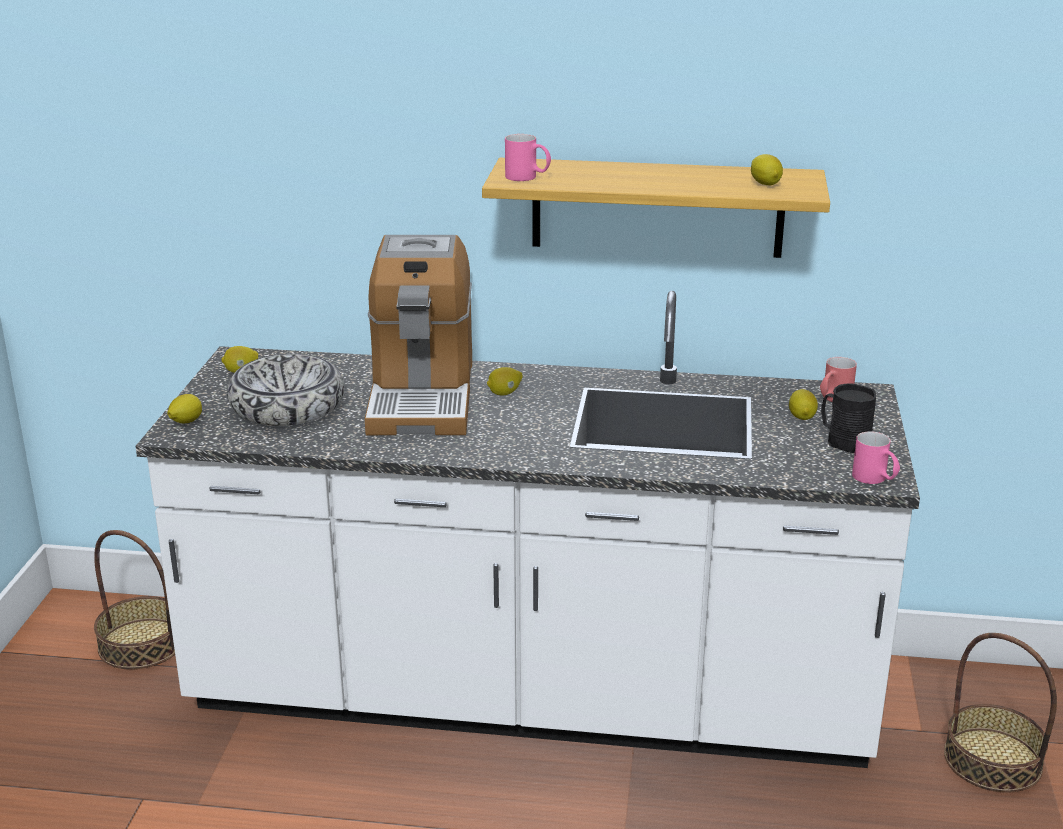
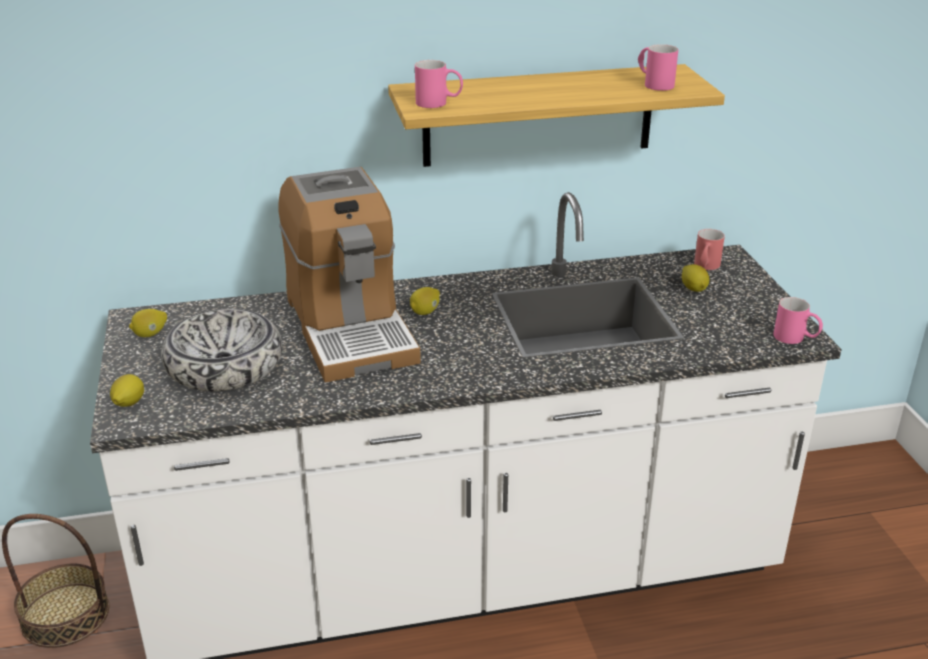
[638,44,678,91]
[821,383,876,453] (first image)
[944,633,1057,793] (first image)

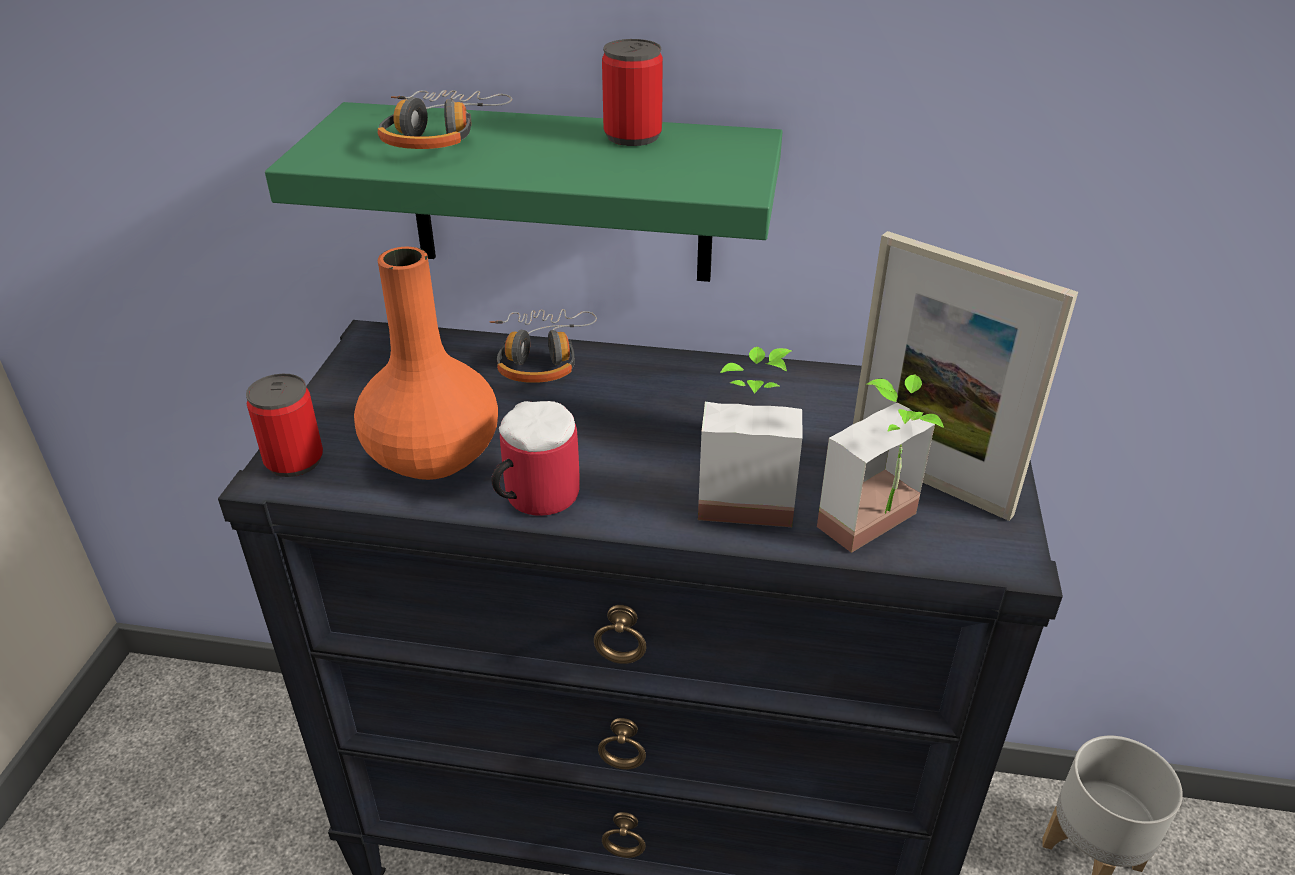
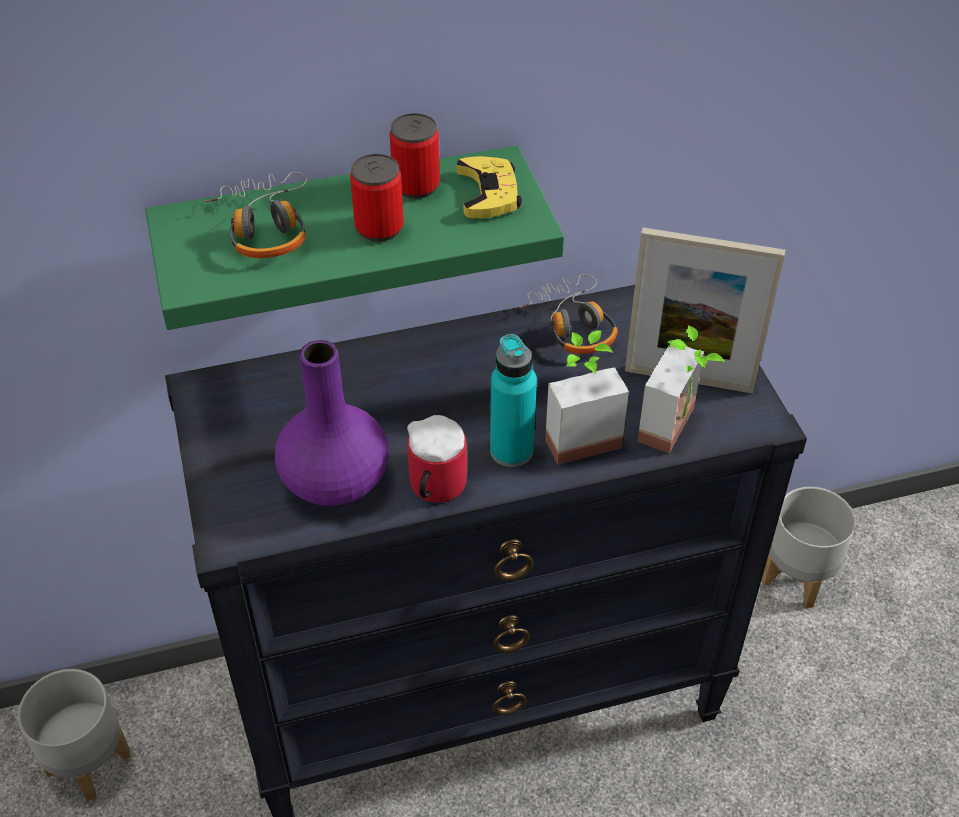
[275,340,389,506]
[519,274,618,354]
[350,154,404,242]
[457,156,522,219]
[490,334,537,467]
[18,669,131,801]

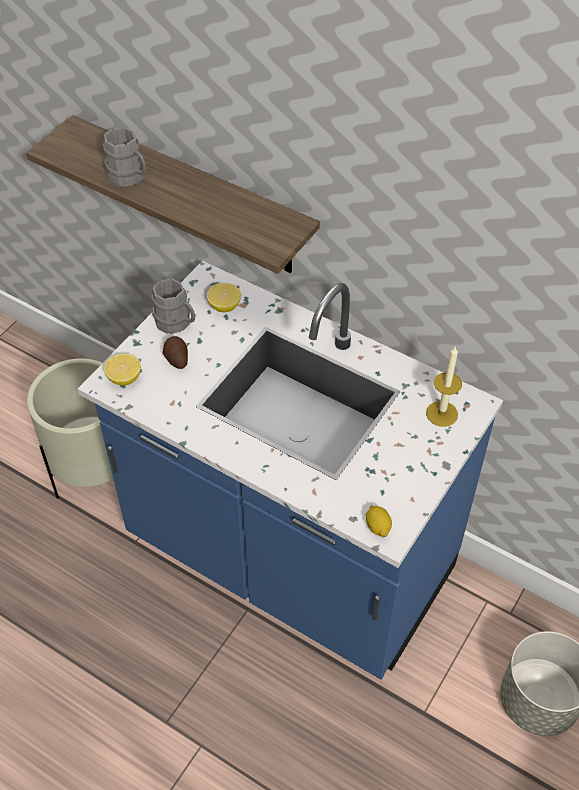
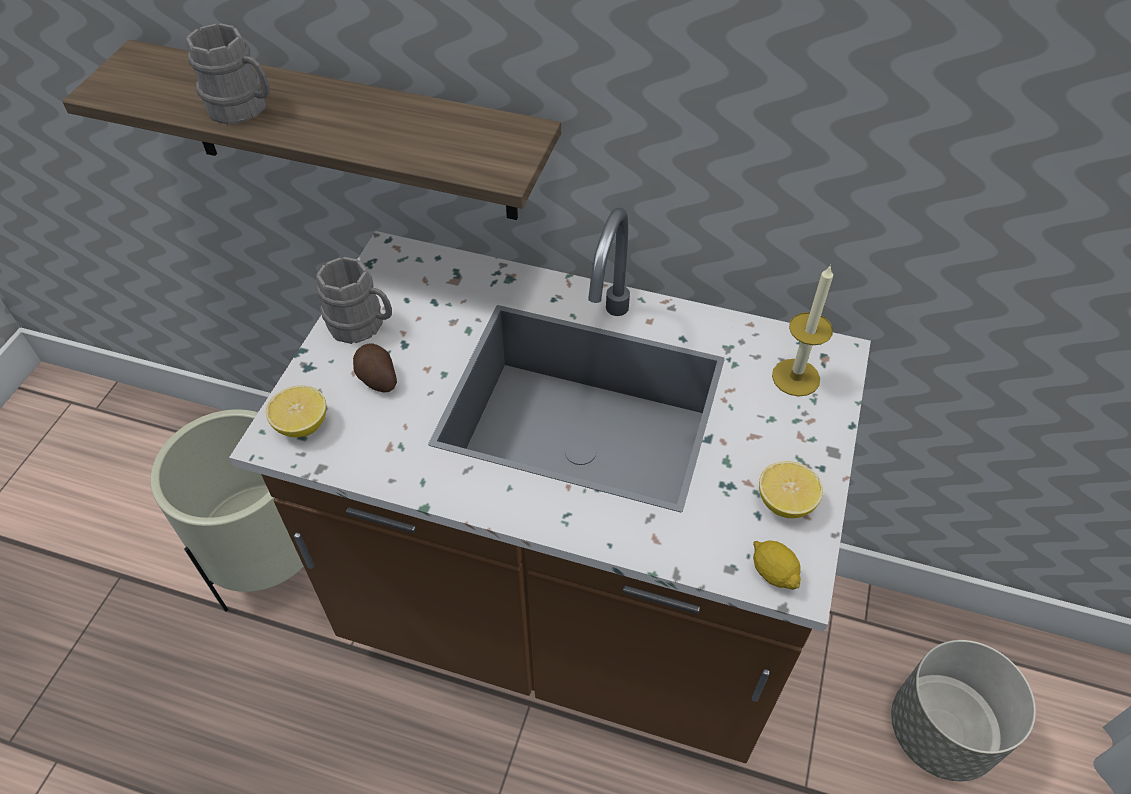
[229,207,871,763]
[759,461,823,518]

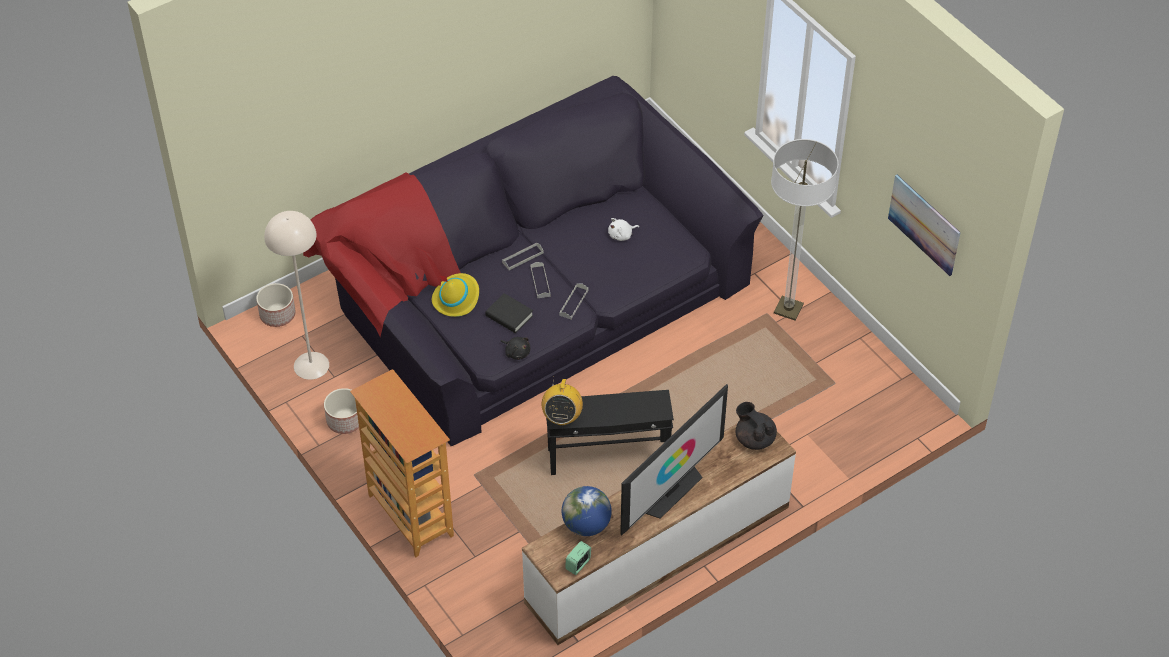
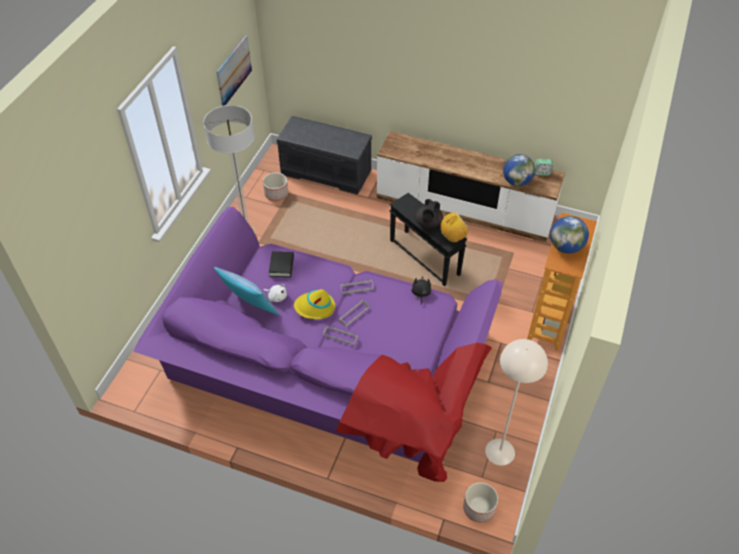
[133,207,503,482]
[294,289,335,319]
[269,251,294,277]
[620,384,728,535] (first image)
[263,173,288,201]
[415,199,443,228]
[277,116,372,195]
[550,216,589,253]
[214,267,280,315]

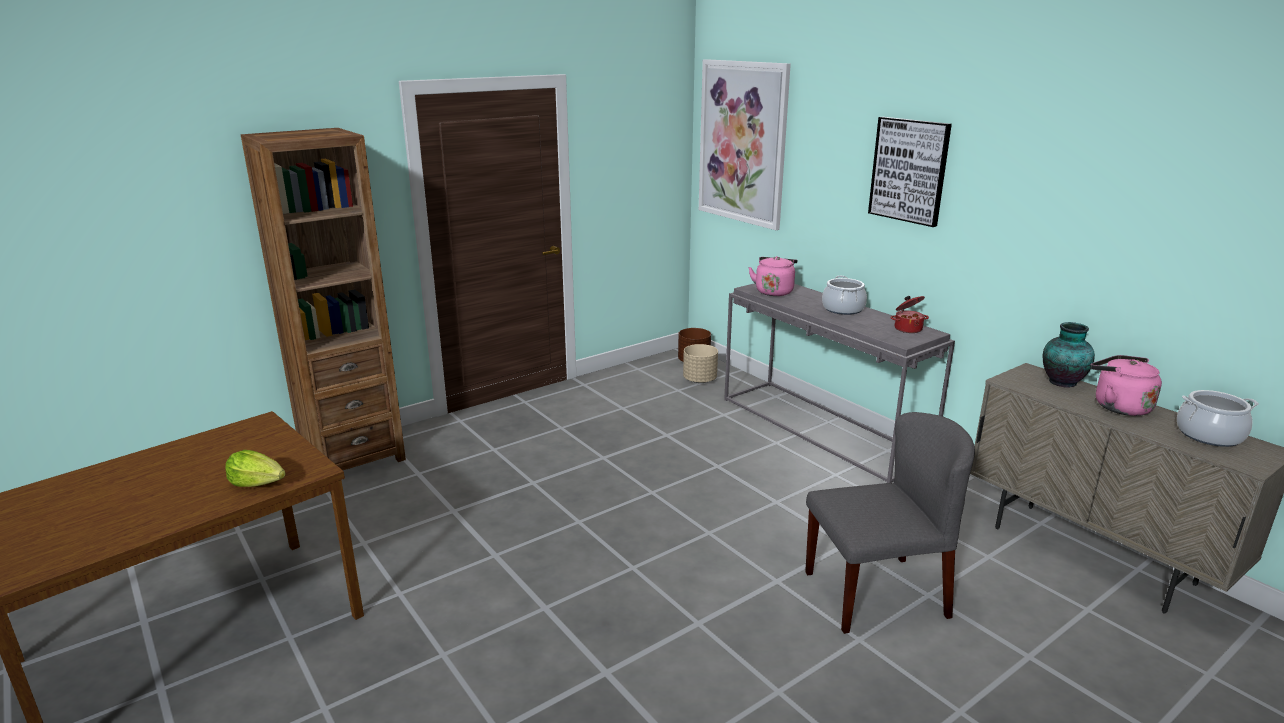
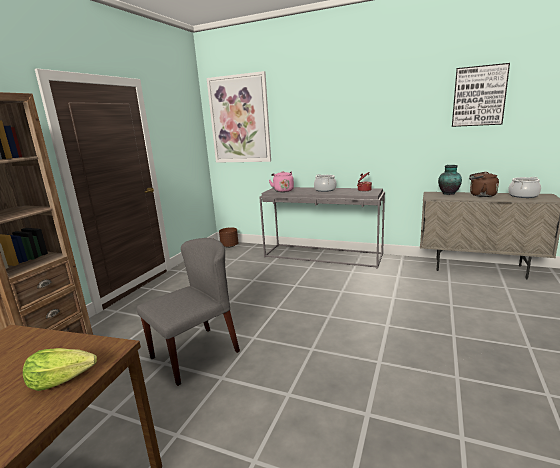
[452,63,510,127]
[683,344,718,383] (first image)
[469,172,499,197]
[137,238,240,386]

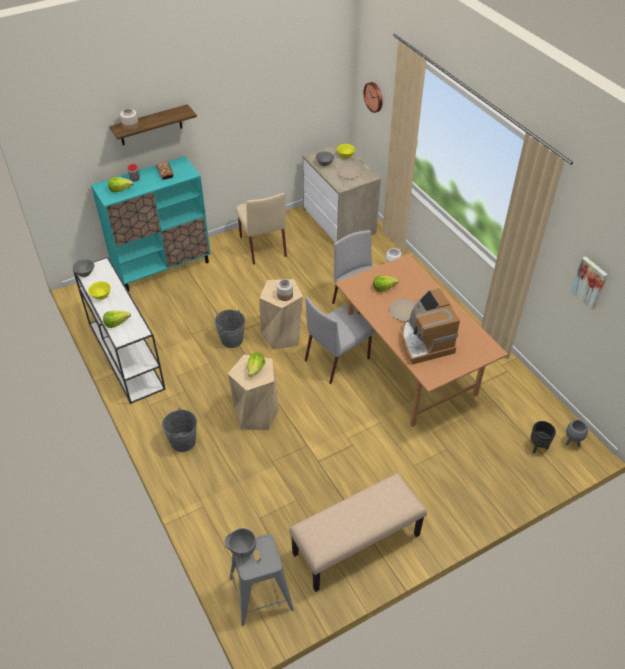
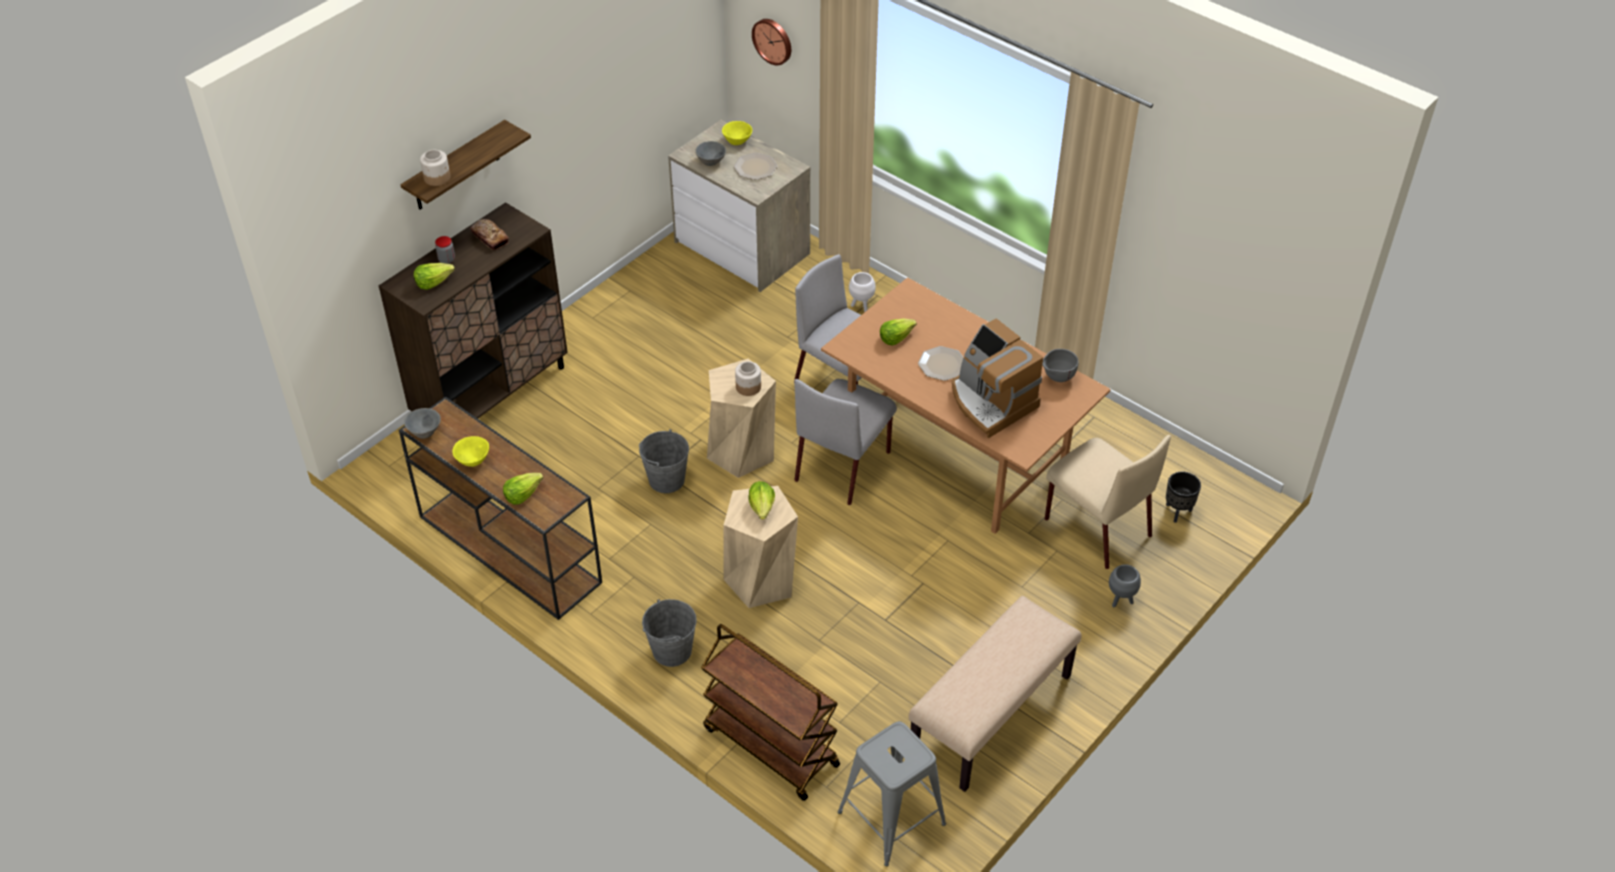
[379,202,568,419]
[1045,435,1171,569]
[571,256,608,310] (first image)
[399,397,602,620]
[1109,564,1141,607]
[1042,349,1079,382]
[701,624,840,801]

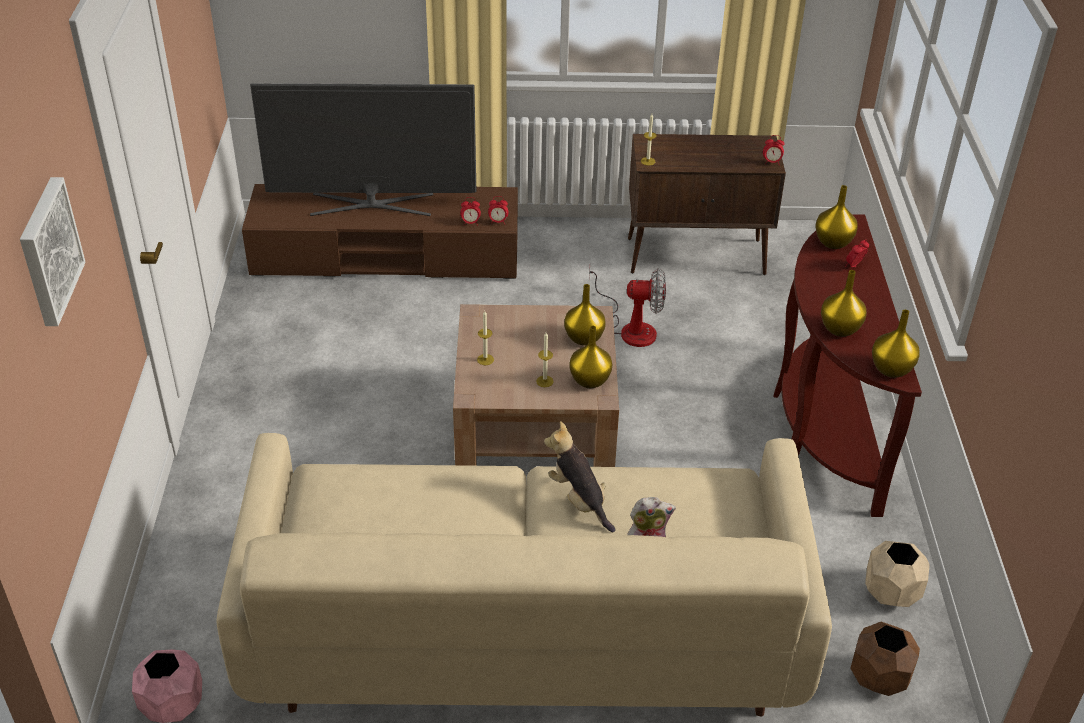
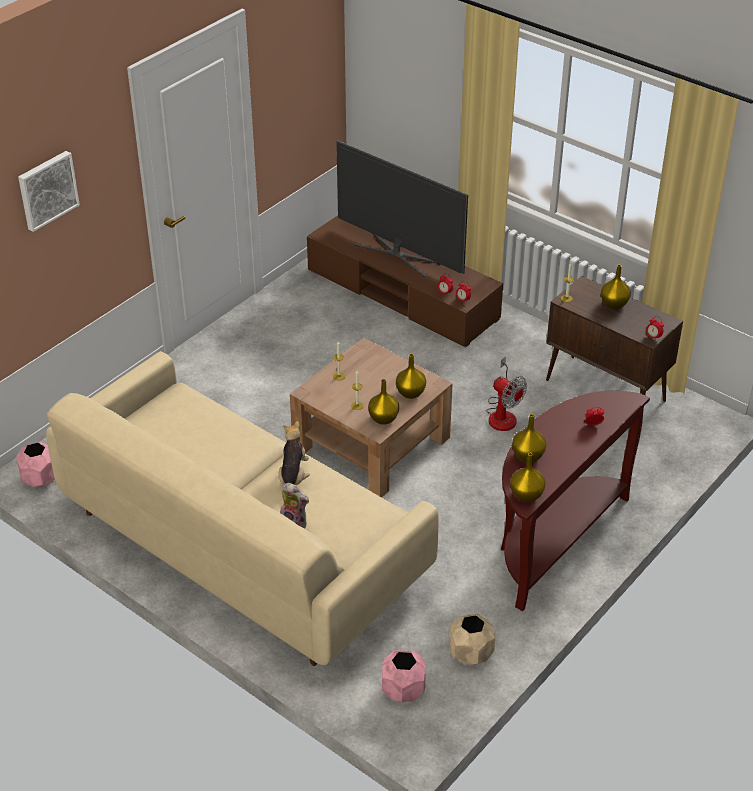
[601,265,631,309]
[382,650,426,702]

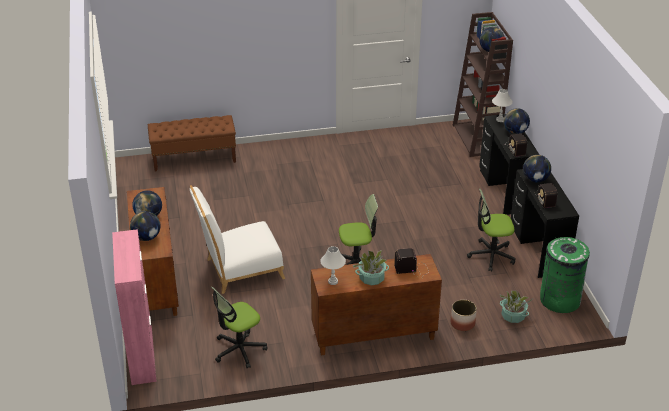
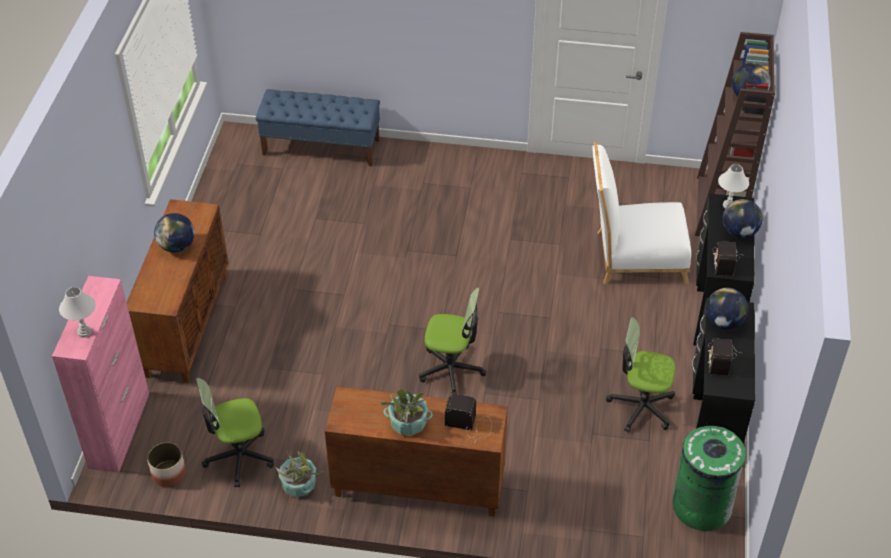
[256,89,380,166]
[593,142,691,284]
[130,211,161,241] (first image)
[59,287,96,338]
[276,450,323,497]
[147,442,186,487]

